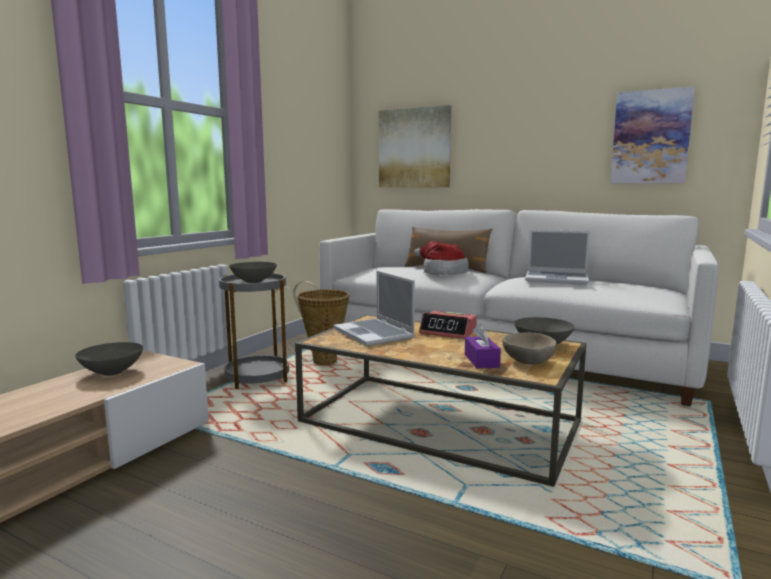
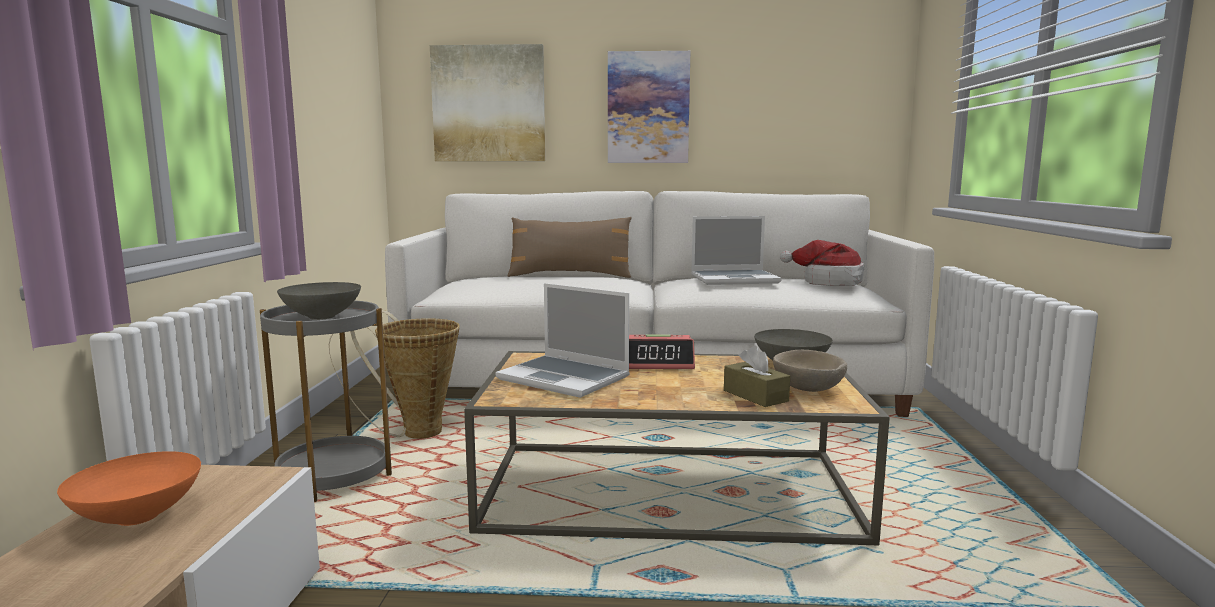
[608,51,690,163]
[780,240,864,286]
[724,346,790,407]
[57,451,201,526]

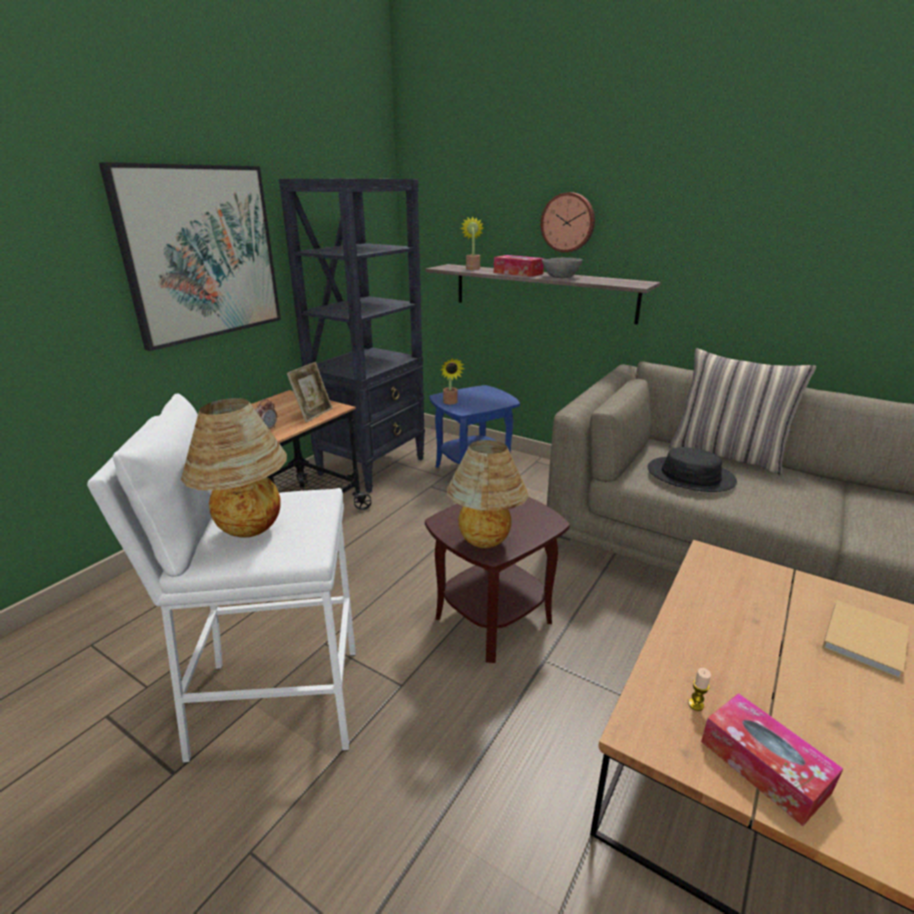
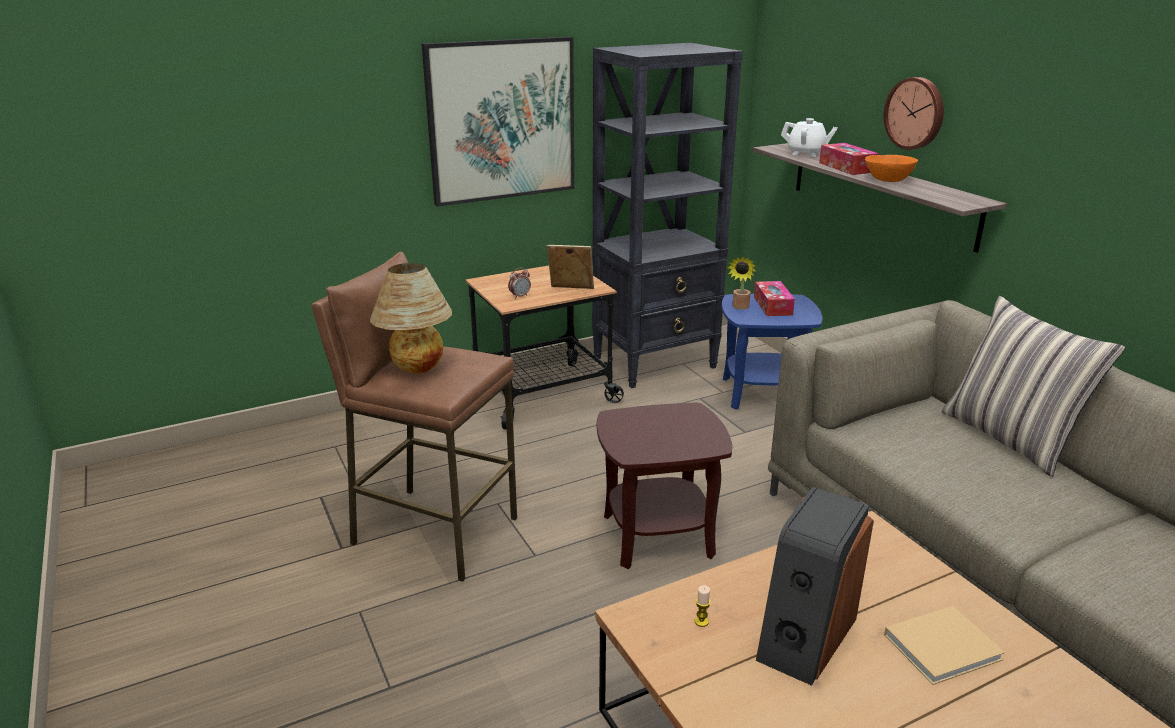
[781,118,838,157]
[865,155,918,182]
[547,245,594,289]
[312,252,517,582]
[447,440,528,548] (first image)
[648,447,737,492] (first image)
[754,281,795,316]
[756,487,874,686]

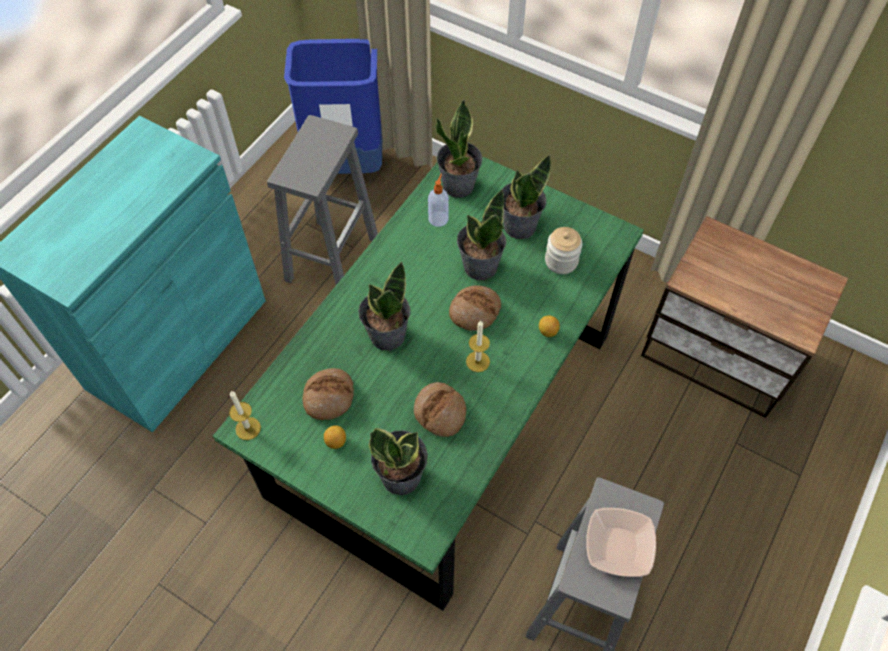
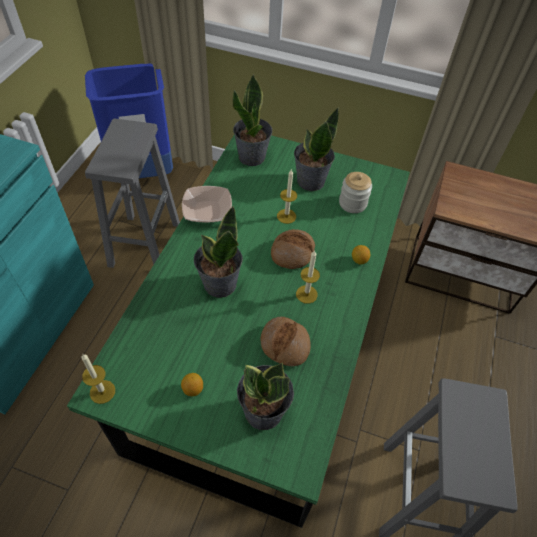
[428,174,449,227] (first image)
[277,170,297,224]
[303,368,354,420] (first image)
[182,186,232,223]

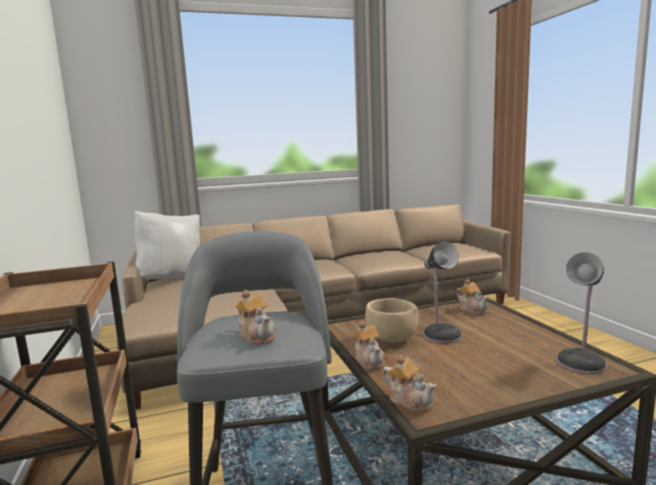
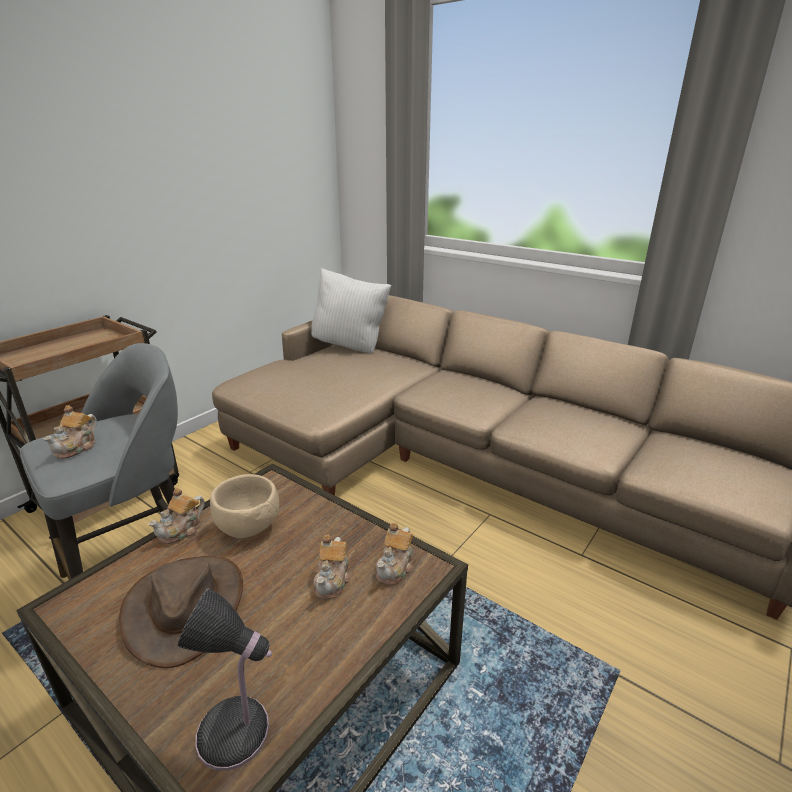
[423,241,462,343] (first image)
[313,535,351,599]
[119,556,243,668]

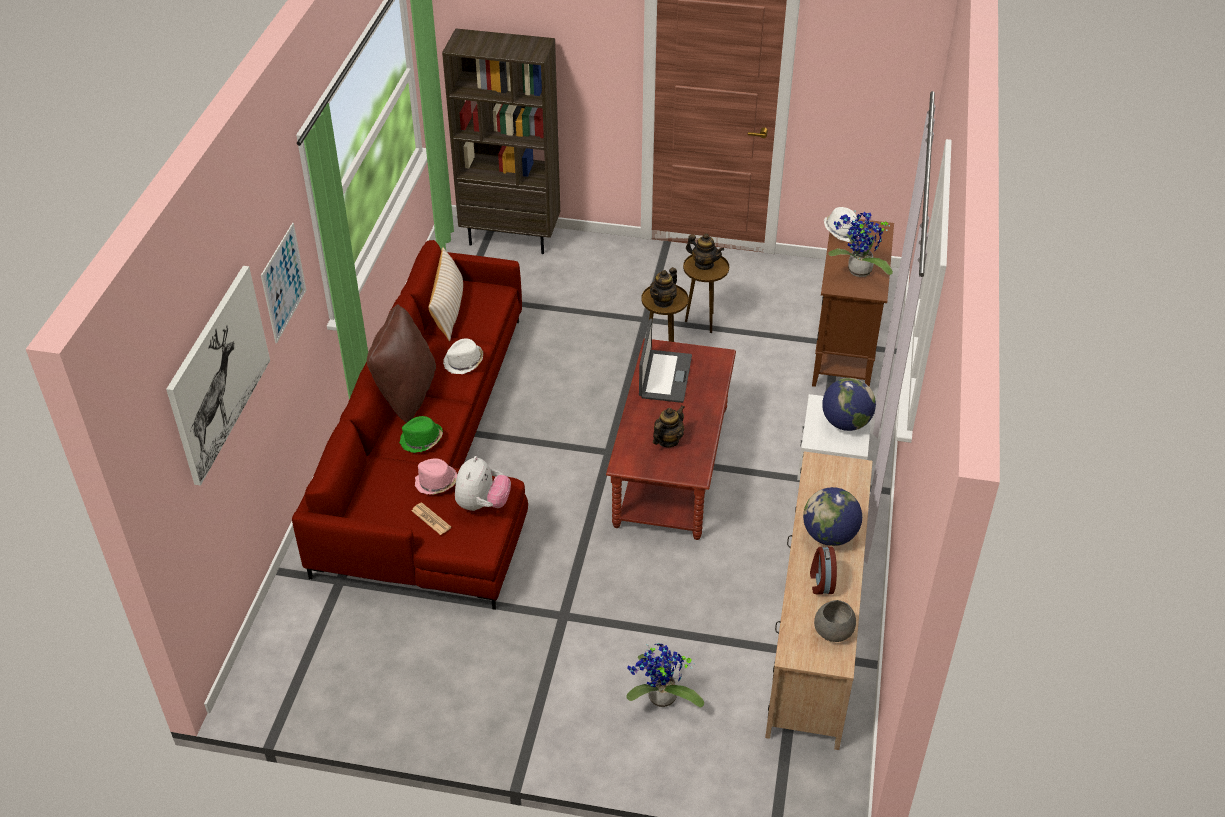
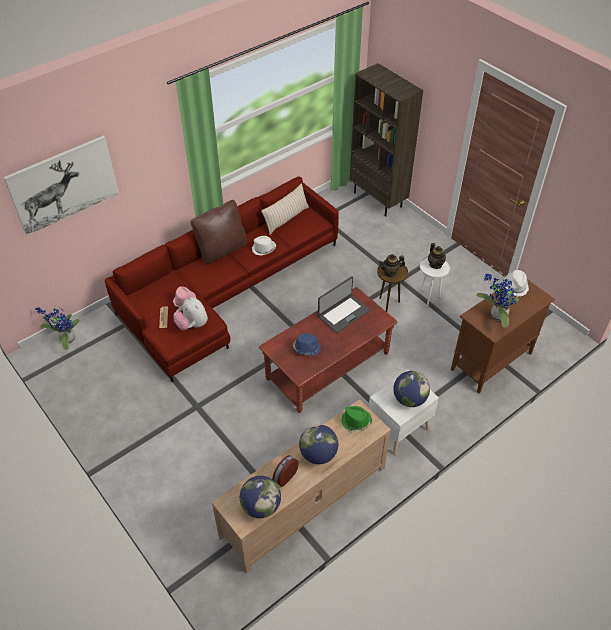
[261,223,306,344] (first image)
[420,256,450,307]
[293,333,321,356]
[341,406,372,432]
[173,297,208,330]
[240,476,281,518]
[35,305,80,350]

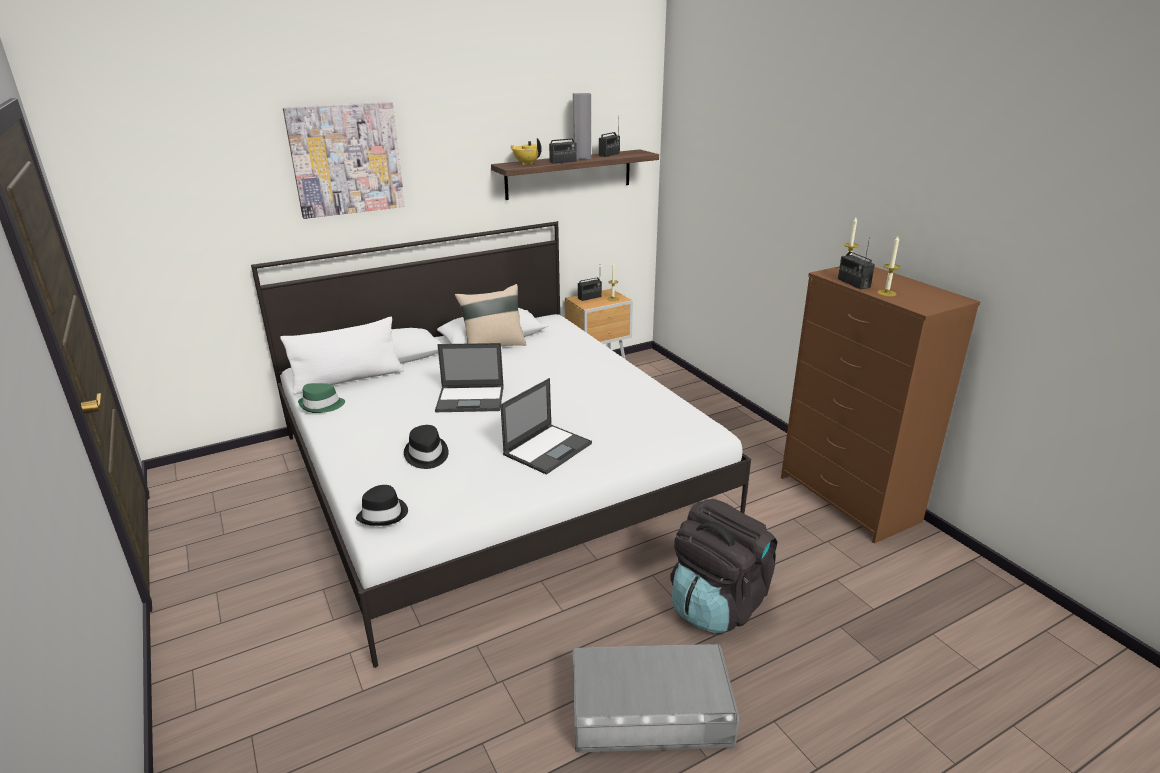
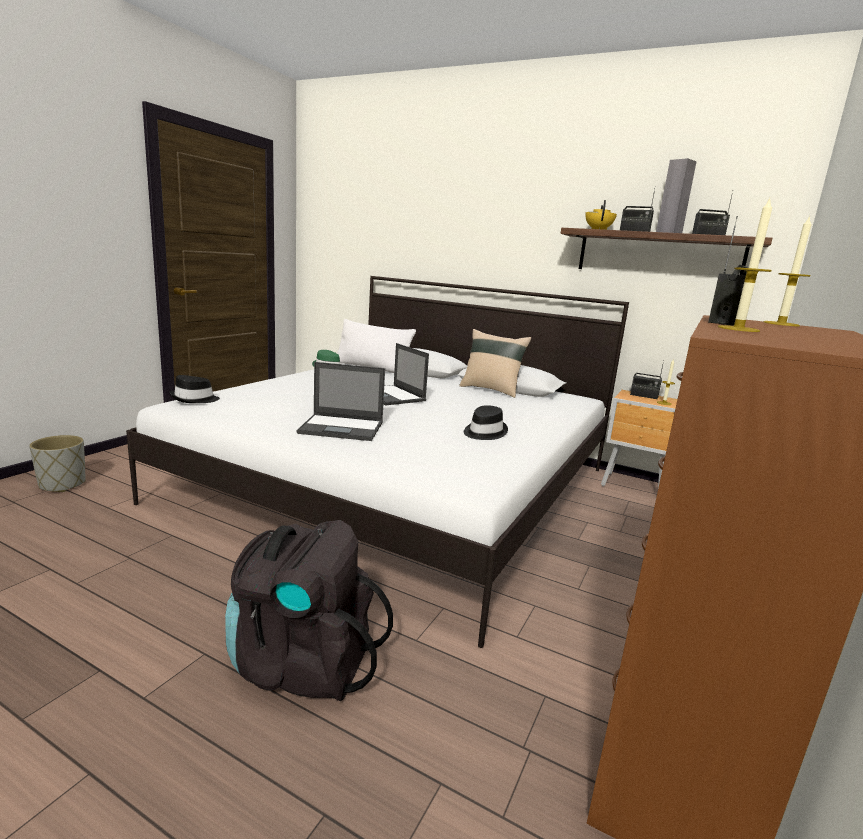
[283,102,405,219] (first image)
[464,405,508,440]
[573,644,739,753] (first image)
[29,435,86,492]

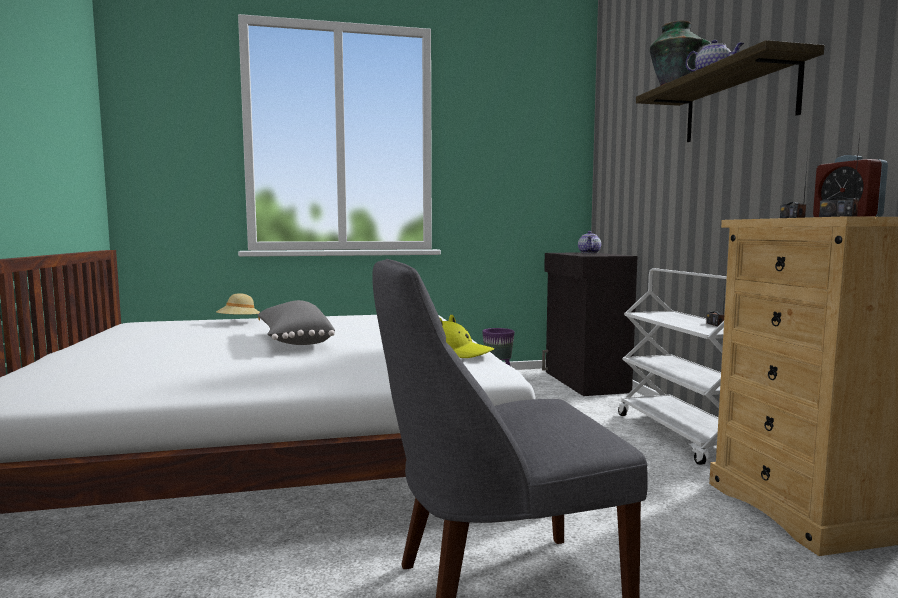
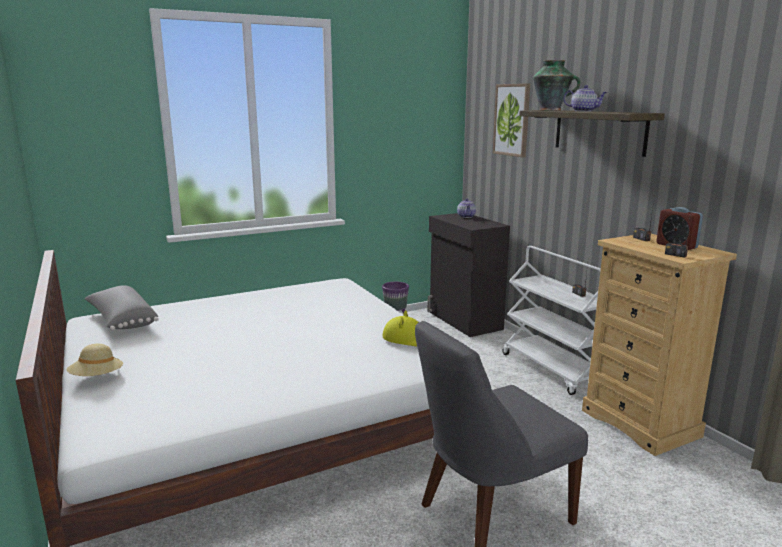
[67,344,123,376]
[84,285,159,330]
[493,83,530,157]

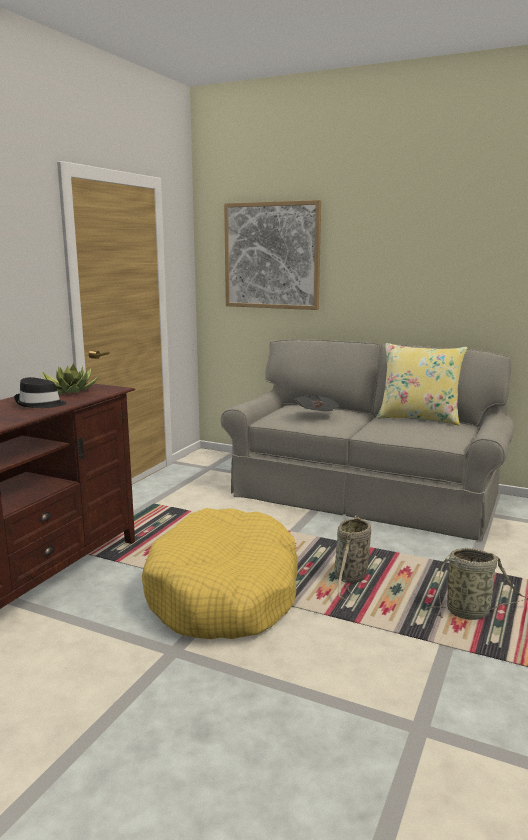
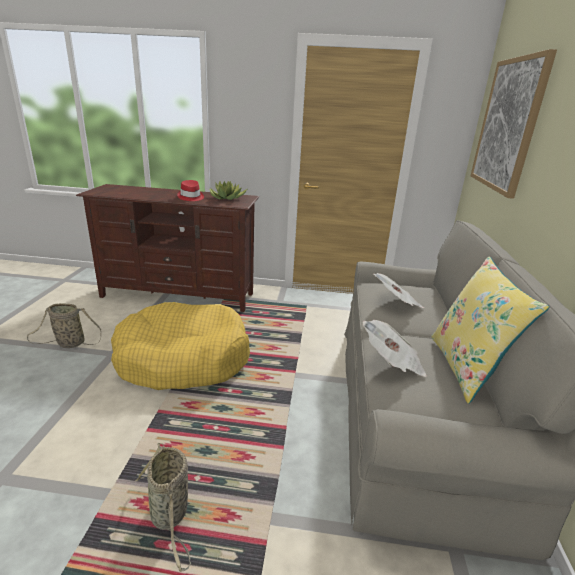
[177,180,204,201]
[27,303,101,348]
[363,320,427,377]

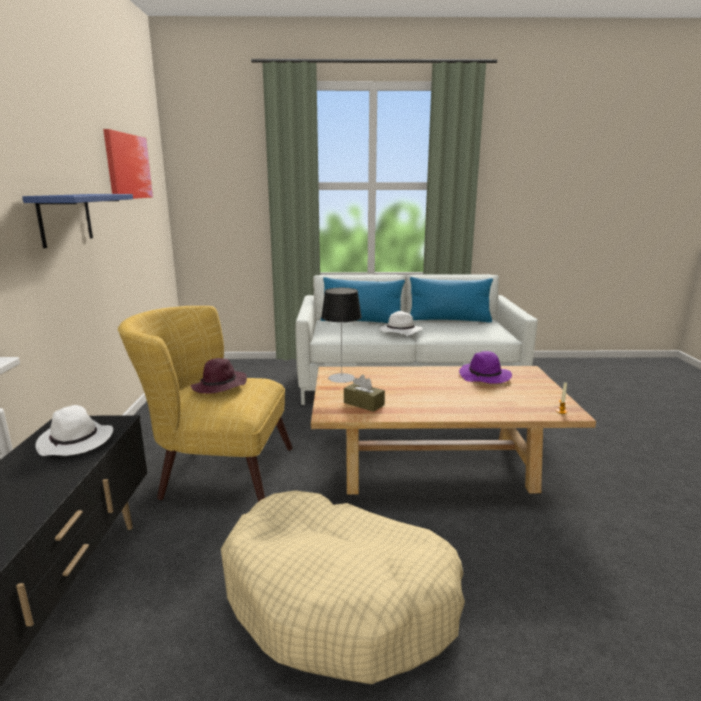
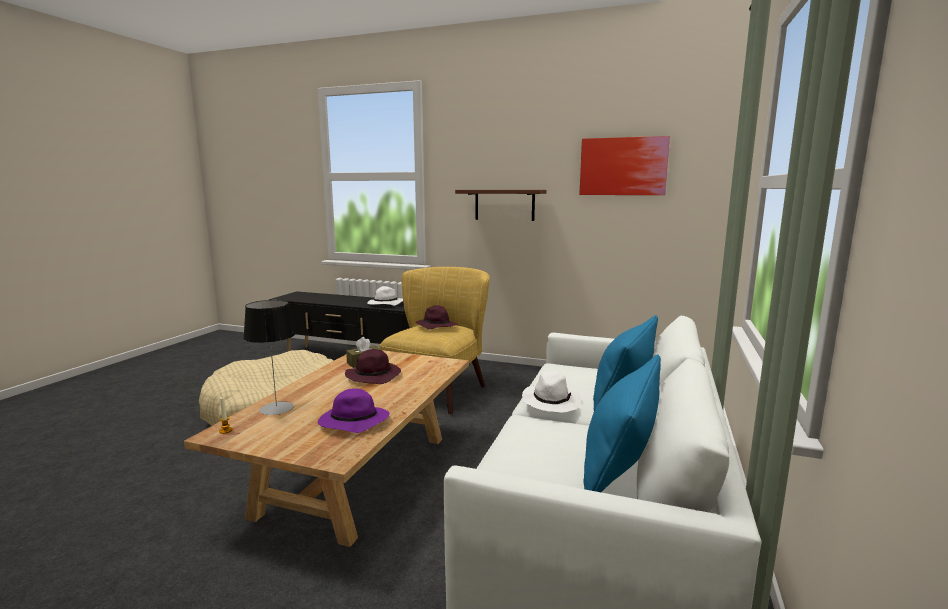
[455,190,546,221]
[243,300,296,415]
[345,349,401,384]

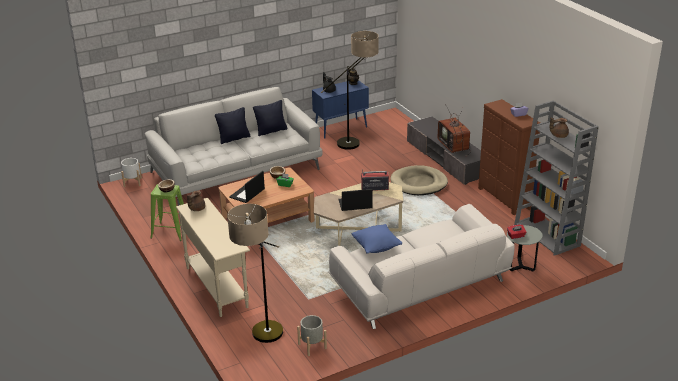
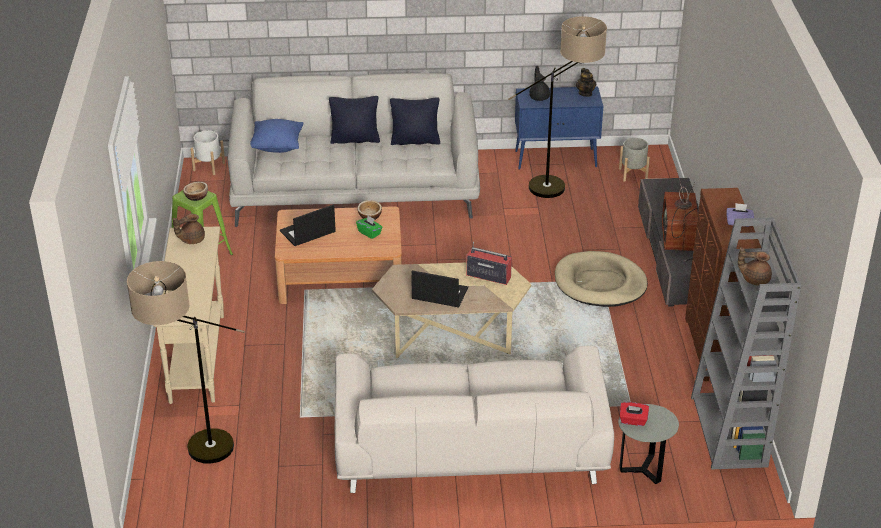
[250,119,303,153]
[619,138,650,182]

